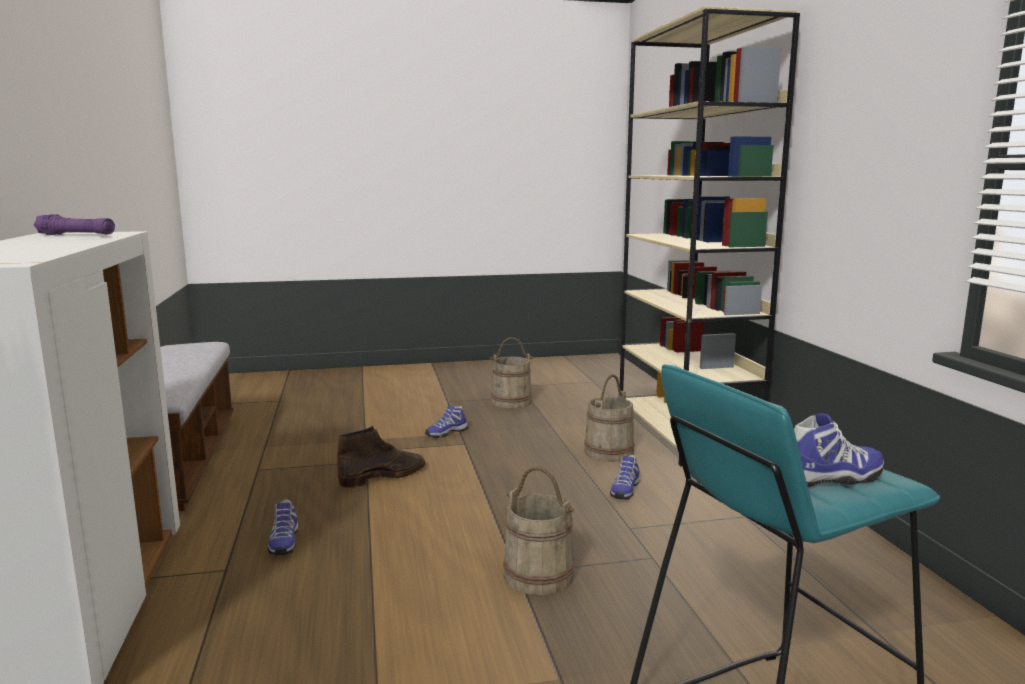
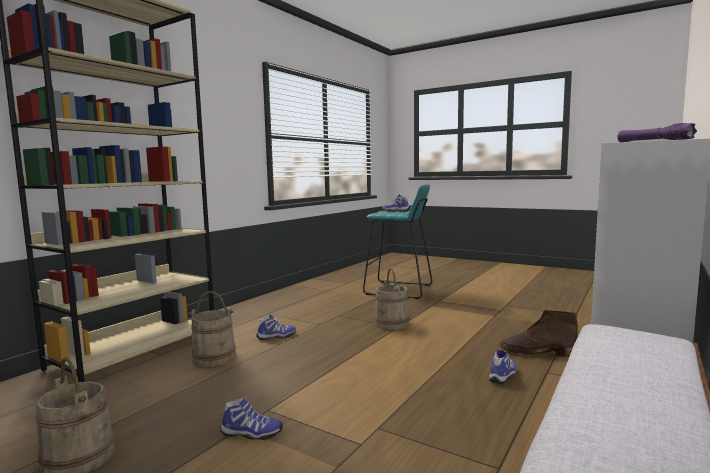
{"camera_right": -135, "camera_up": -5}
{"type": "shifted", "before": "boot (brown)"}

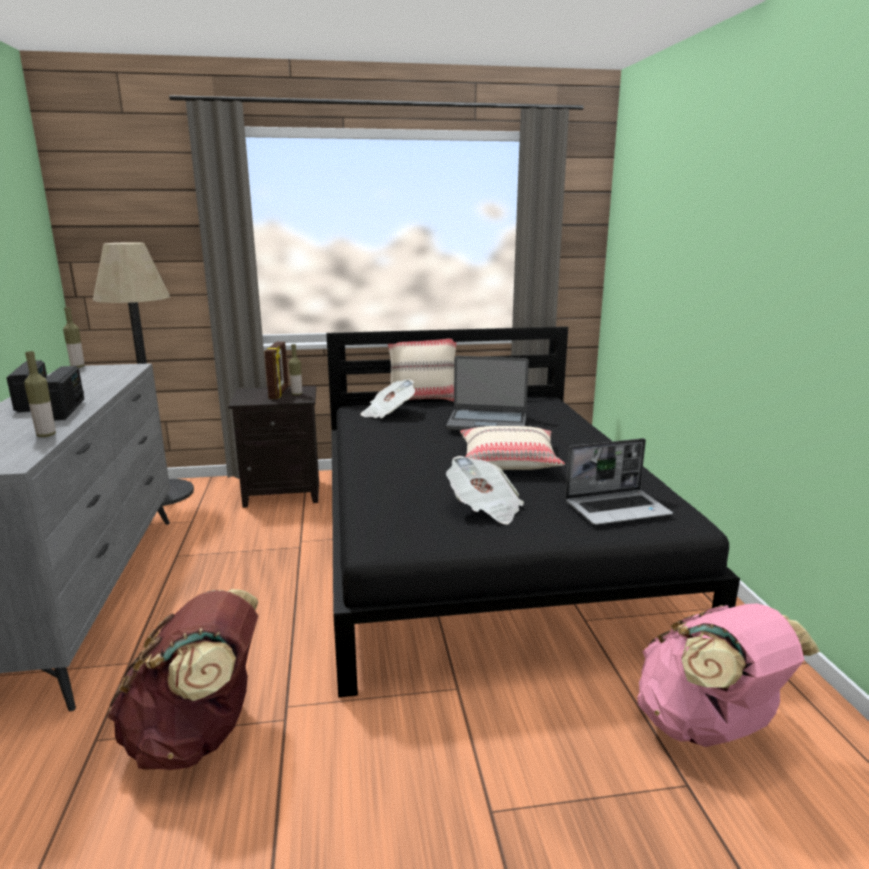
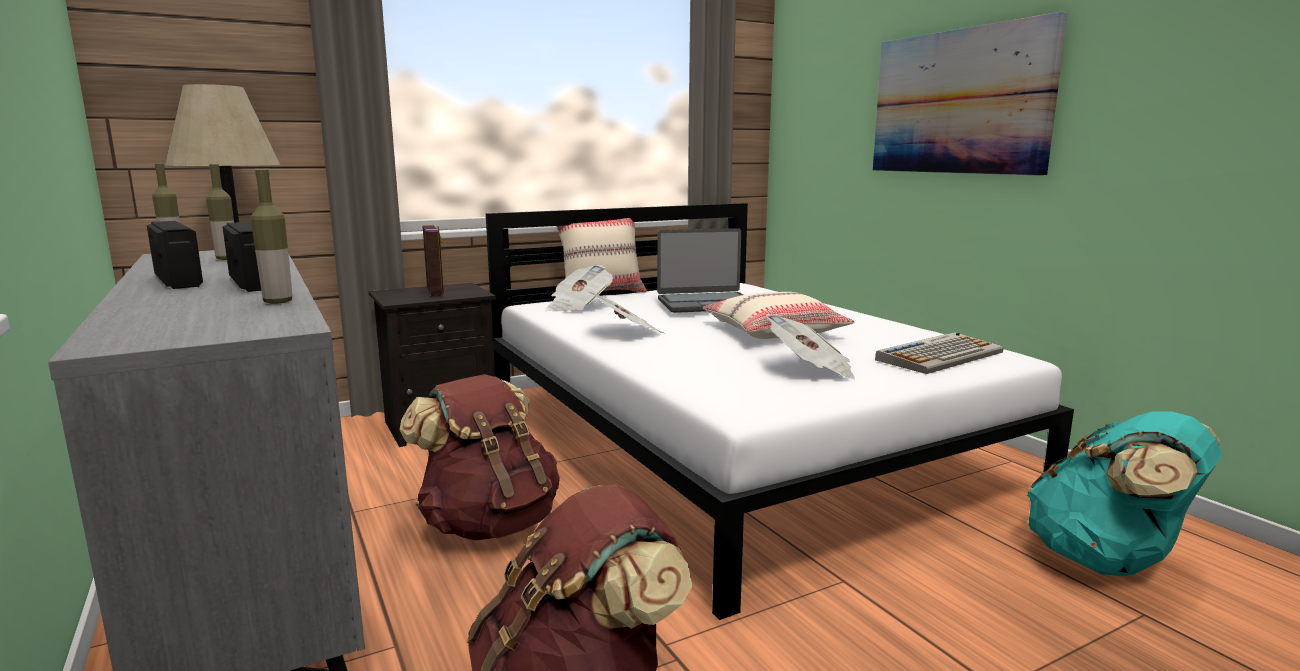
{"camera_right": -20, "camera_up": -5}
{"type": "repainted", "before": "bed (black)", "after": "bed (white)"}
{"type": "shifted", "before": "bottle (no. 3 from left in the first image)", "after": "bottle (no. 2 from left)"}
{"type": "swapped", "before": "laptop (no. 2 from left)", "after": "keyboard"}
{"type": "repainted", "before": "backpack (pink)", "after": "backpack (turquoise)"}
{"type": "new", "after": "picture"}
{"type": "new", "after": "newspaper (no. 2 from left)"}
{"type": "new", "after": "backpack (brown) (no. 1 from left)"}

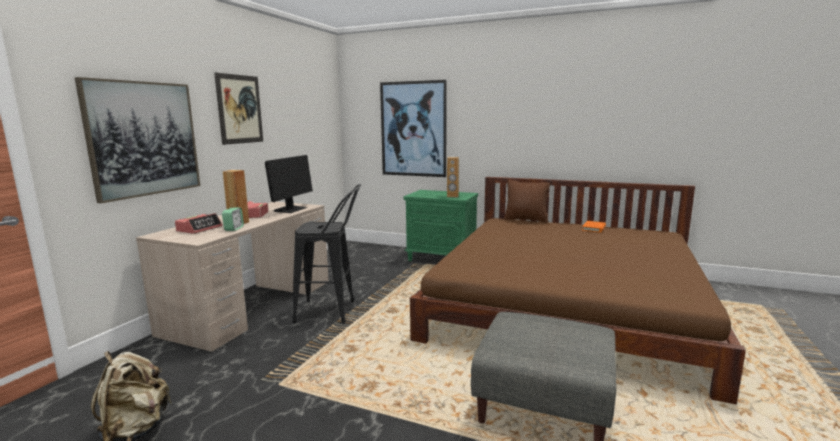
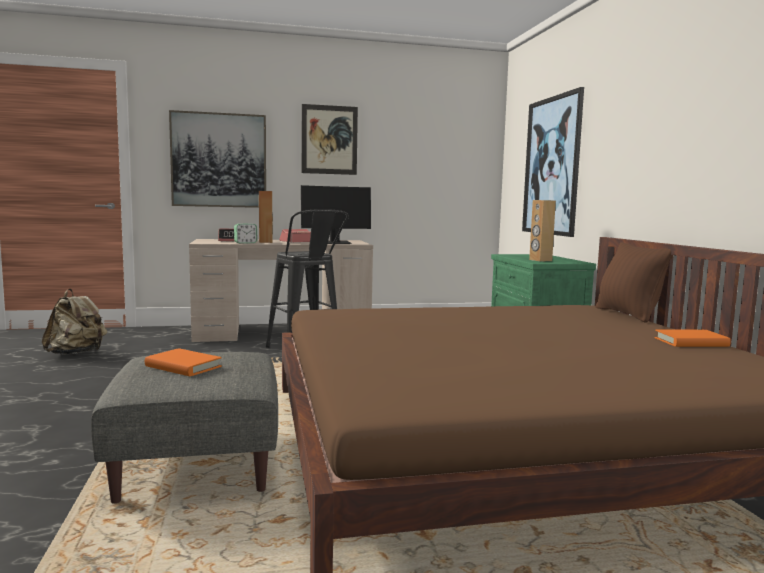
{"camera_right": 55, "camera_up": -5}
{"type": "new", "after": "book (orange) (no. 1 from left)"}

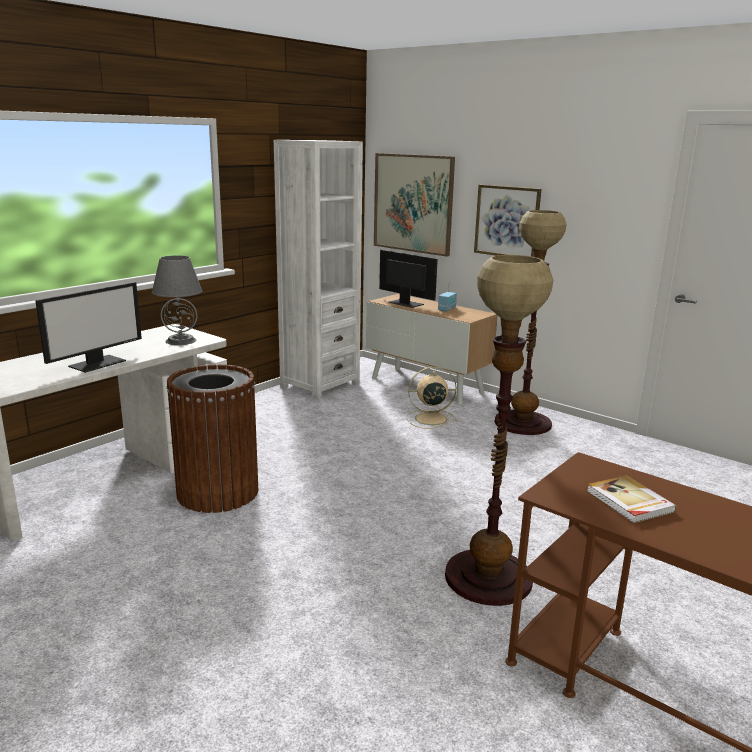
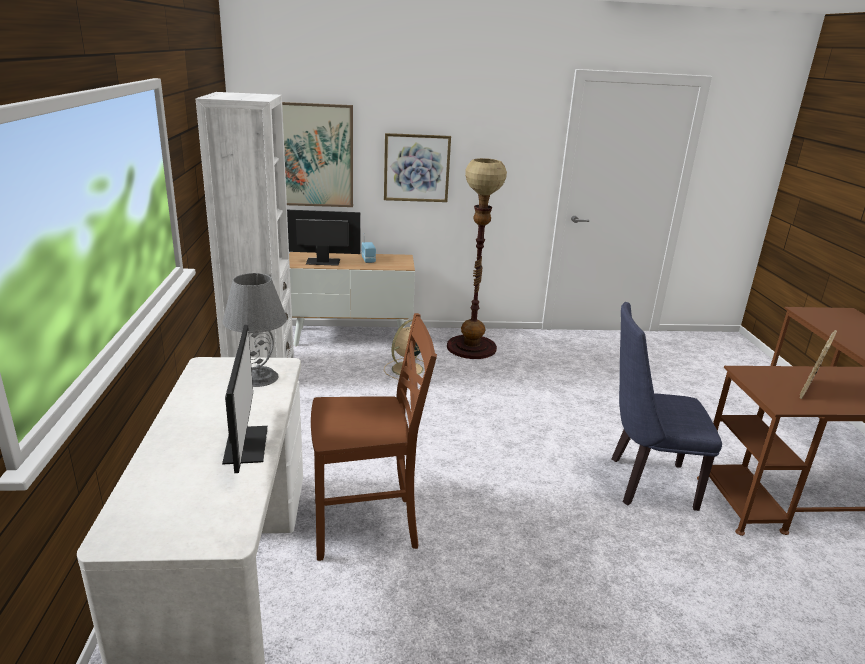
{"camera_right": -45, "camera_up": 5}
{"type": "swapped", "before": "floor lamp (no. 1 from left)", "after": "chair (blue)"}
{"type": "swapped", "before": "trash can (brown)", "after": "chair (brown)"}
{"type": "swapped", "before": "book", "after": "picture frame"}

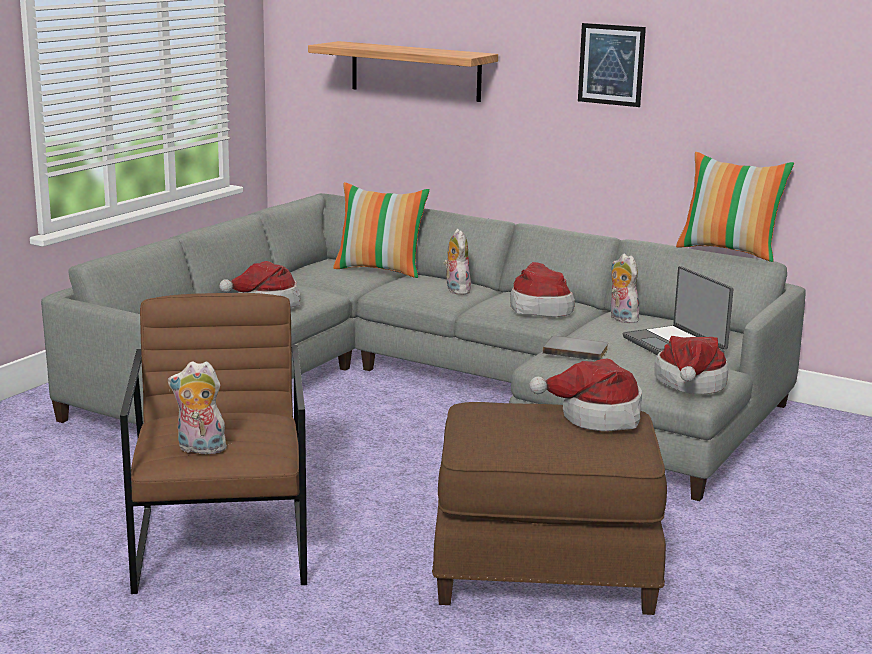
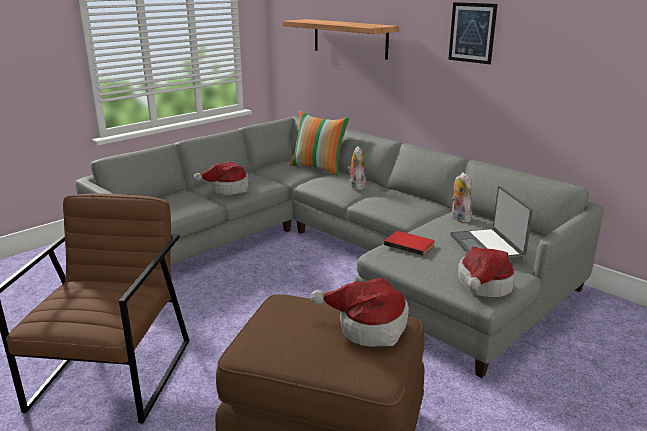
{"camera_right": 15, "camera_up": 5}
{"type": "gone", "before": "pillow (no. 2 from left)"}
{"type": "gone", "before": "hat (no. 2 from left)"}
{"type": "repainted", "before": "book (grey)", "after": "book (red)"}
{"type": "gone", "before": "plush toy (no. 1 from left)"}

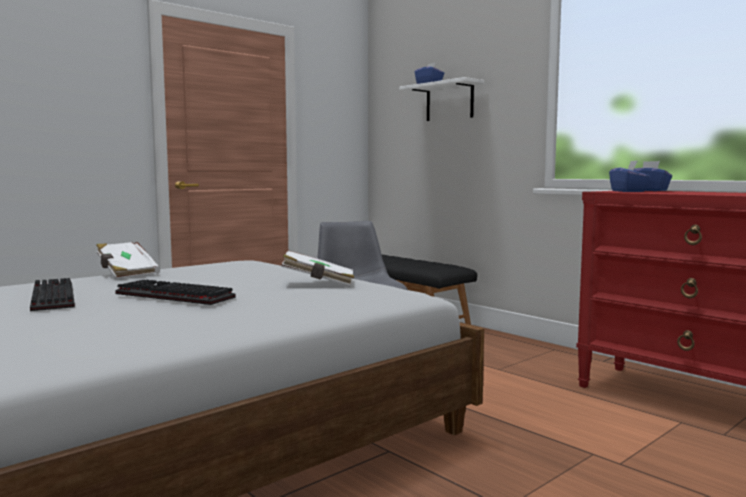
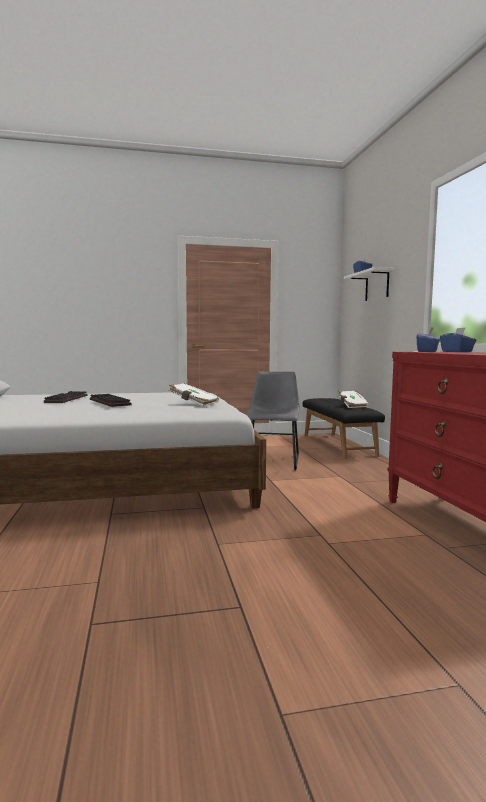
{"camera_right": 30, "camera_up": 0}
{"type": "shifted", "before": "book (white) (no. 1 from left in the first image)", "after": "book (white) (no. 2 from left)"}

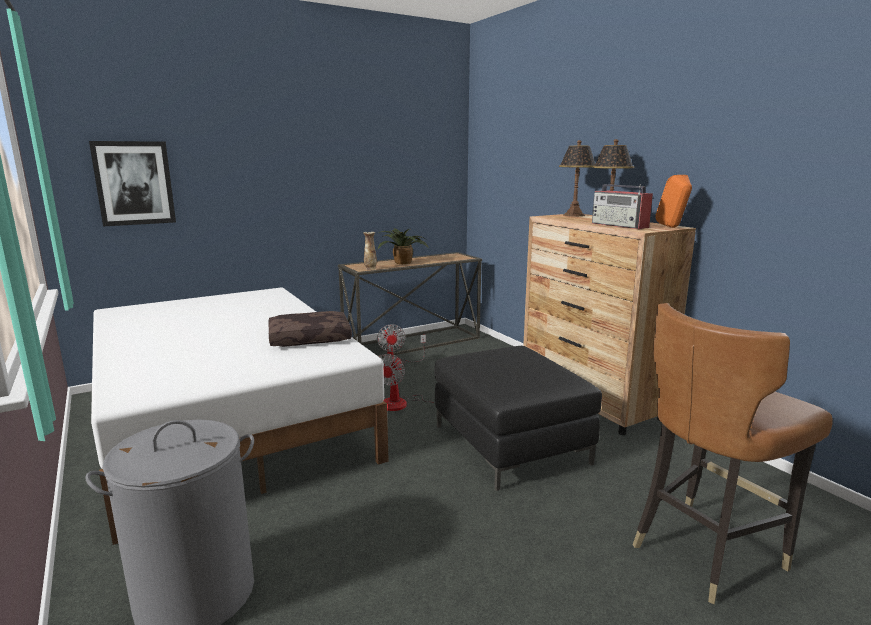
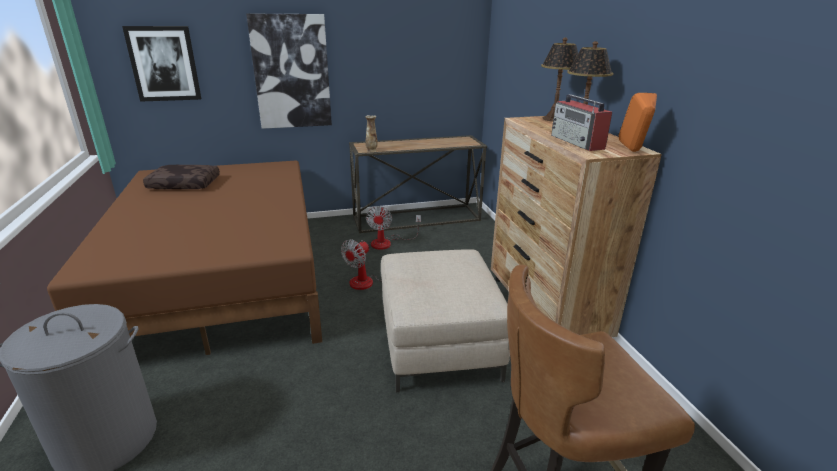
{"camera_right": 15, "camera_up": 10}
{"type": "gone", "before": "potted plant"}
{"type": "repainted", "before": "bed (white)", "after": "bed (brown)"}
{"type": "shifted", "before": "pillow (brown)"}
{"type": "repainted", "before": "ottoman (black)", "after": "ottoman (beige)"}
{"type": "new", "after": "picture (no. 2 from left)"}

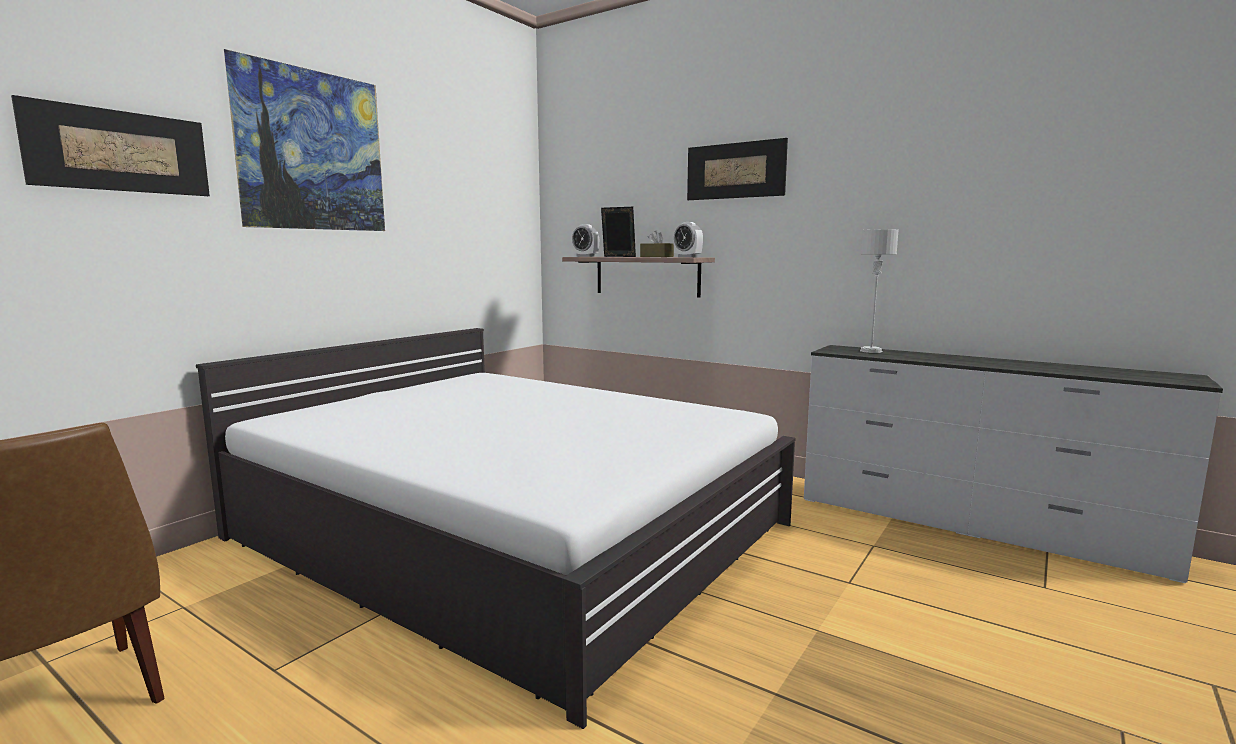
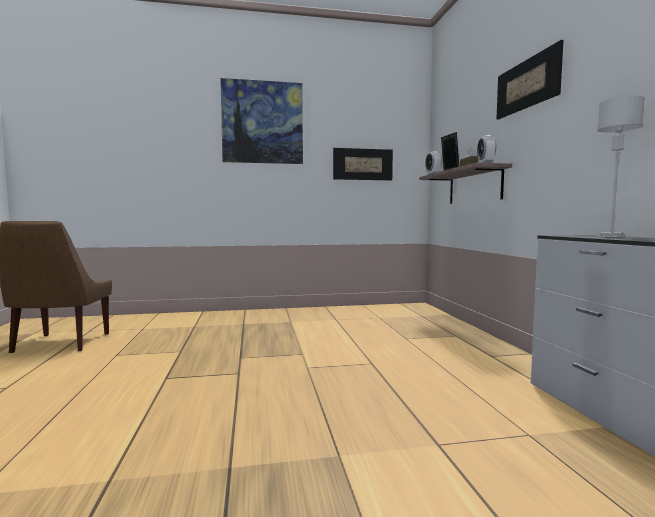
{"camera_right": 45, "camera_up": -5}
{"type": "shifted", "before": "picture (no. 1 from left in the first image)", "after": "picture (no. 2 from left)"}
{"type": "gone", "before": "bed (white)"}

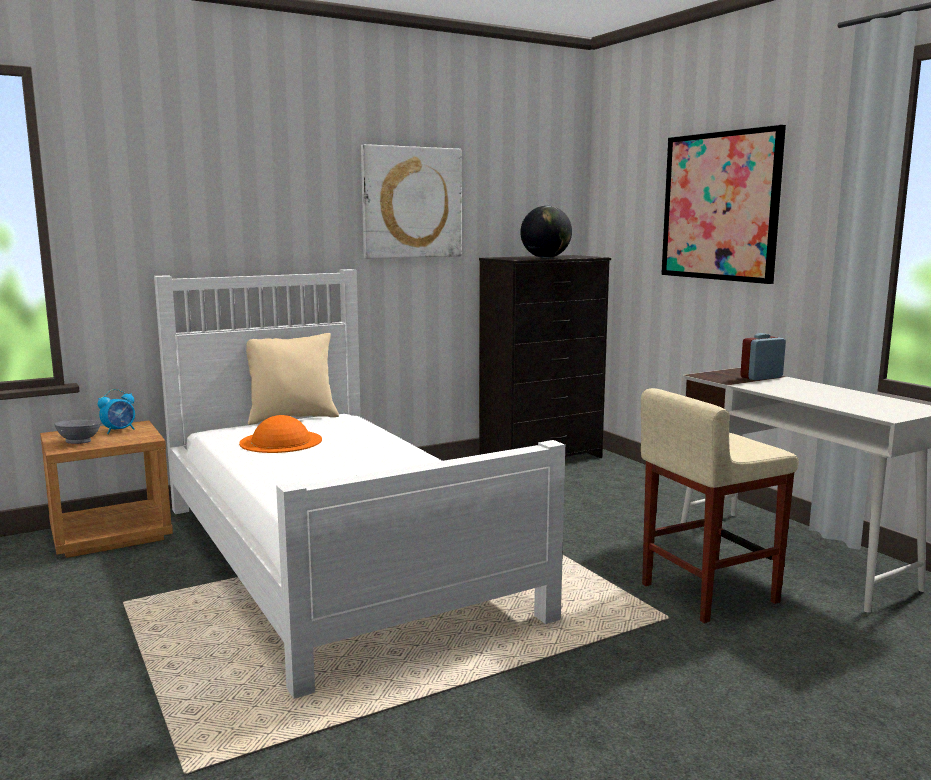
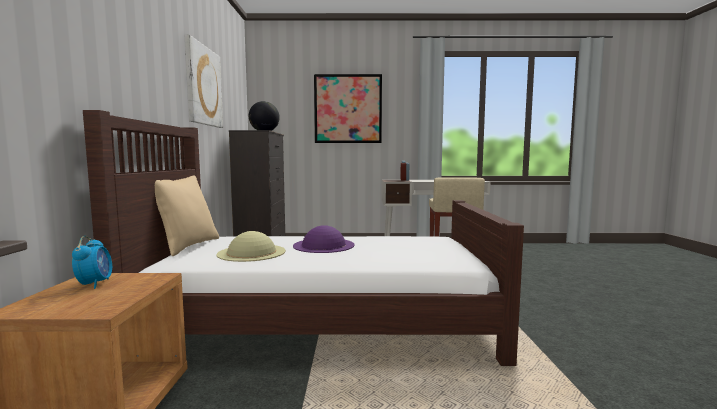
{"camera_right": -60, "camera_up": -5}
{"type": "repainted", "before": "bed (white)", "after": "bed (brown)"}
{"type": "repainted", "before": "hat (orange)", "after": "hat (beige)"}
{"type": "gone", "before": "bowl (grey)"}
{"type": "new", "after": "hat (purple)"}

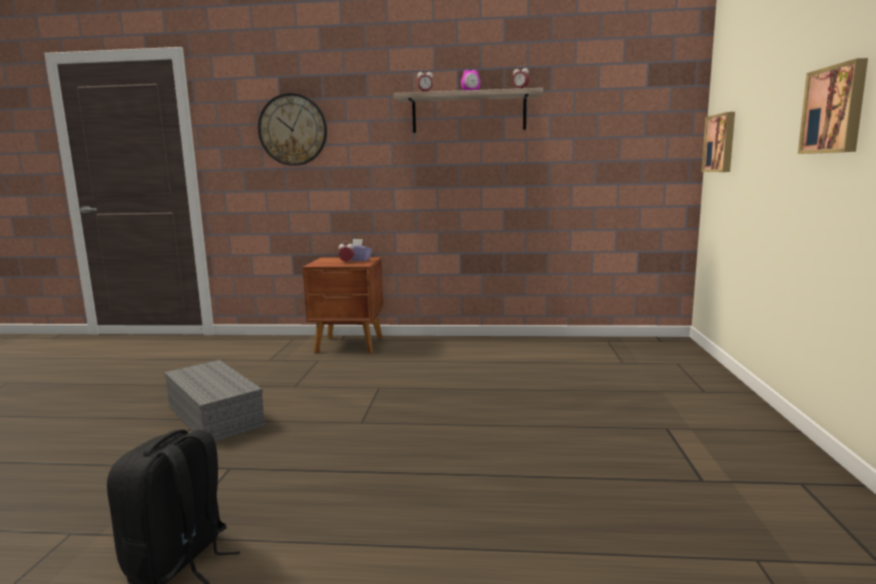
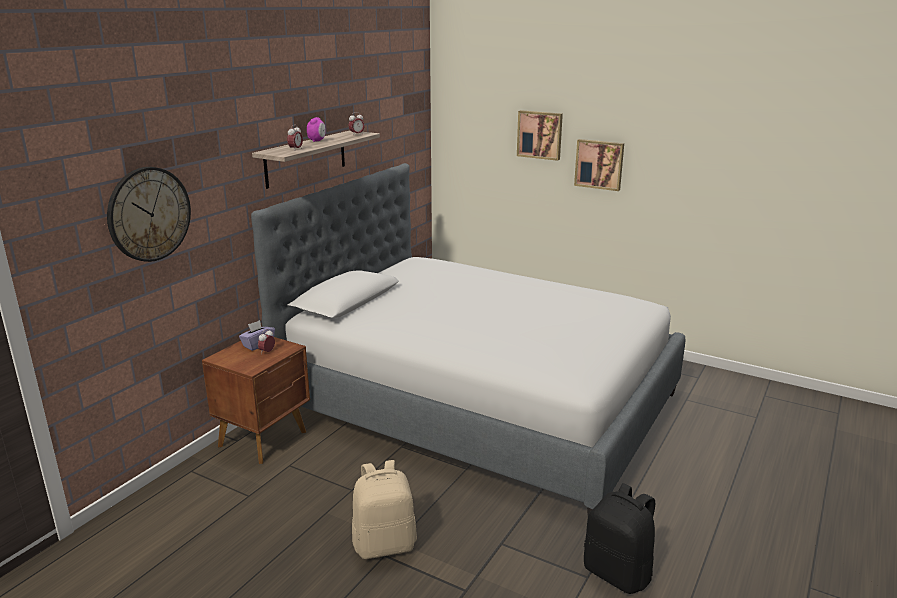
{"camera_right": -65, "camera_up": 10}
{"type": "shifted", "before": "picture (no. 1 from left)"}
{"type": "swapped", "before": "storage box (grey)", "after": "backpack (beige)"}
{"type": "new", "after": "bed"}

